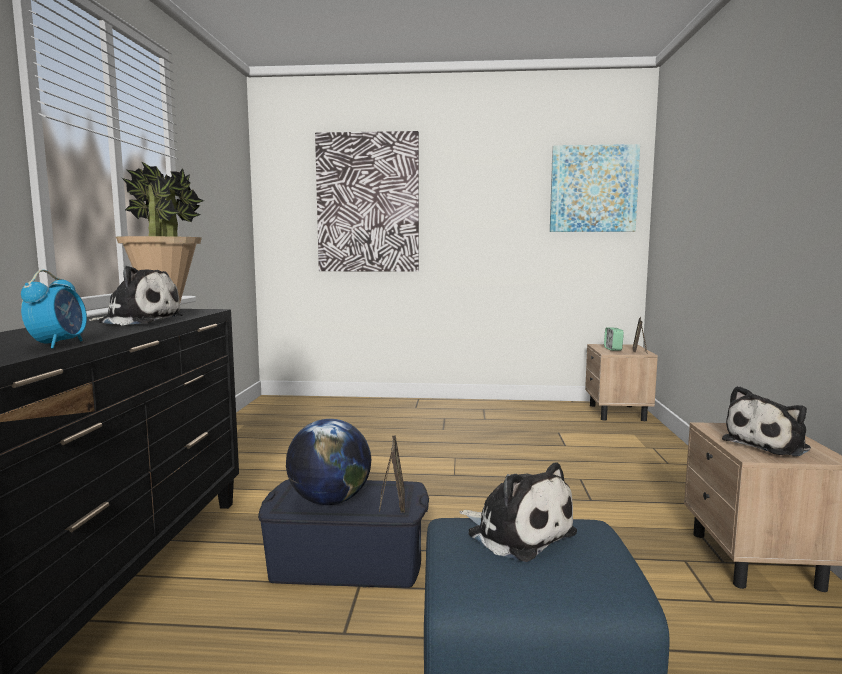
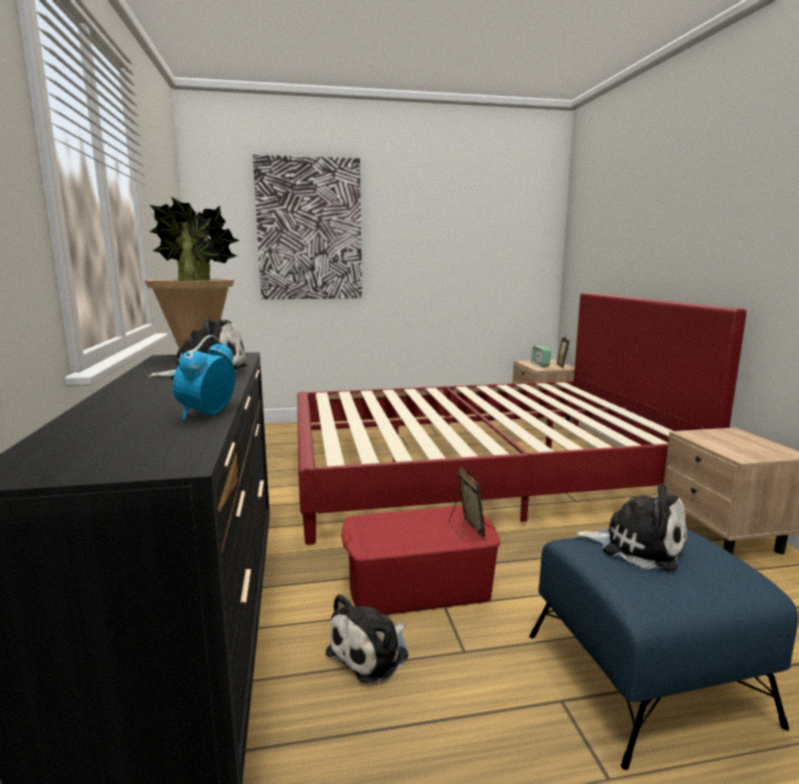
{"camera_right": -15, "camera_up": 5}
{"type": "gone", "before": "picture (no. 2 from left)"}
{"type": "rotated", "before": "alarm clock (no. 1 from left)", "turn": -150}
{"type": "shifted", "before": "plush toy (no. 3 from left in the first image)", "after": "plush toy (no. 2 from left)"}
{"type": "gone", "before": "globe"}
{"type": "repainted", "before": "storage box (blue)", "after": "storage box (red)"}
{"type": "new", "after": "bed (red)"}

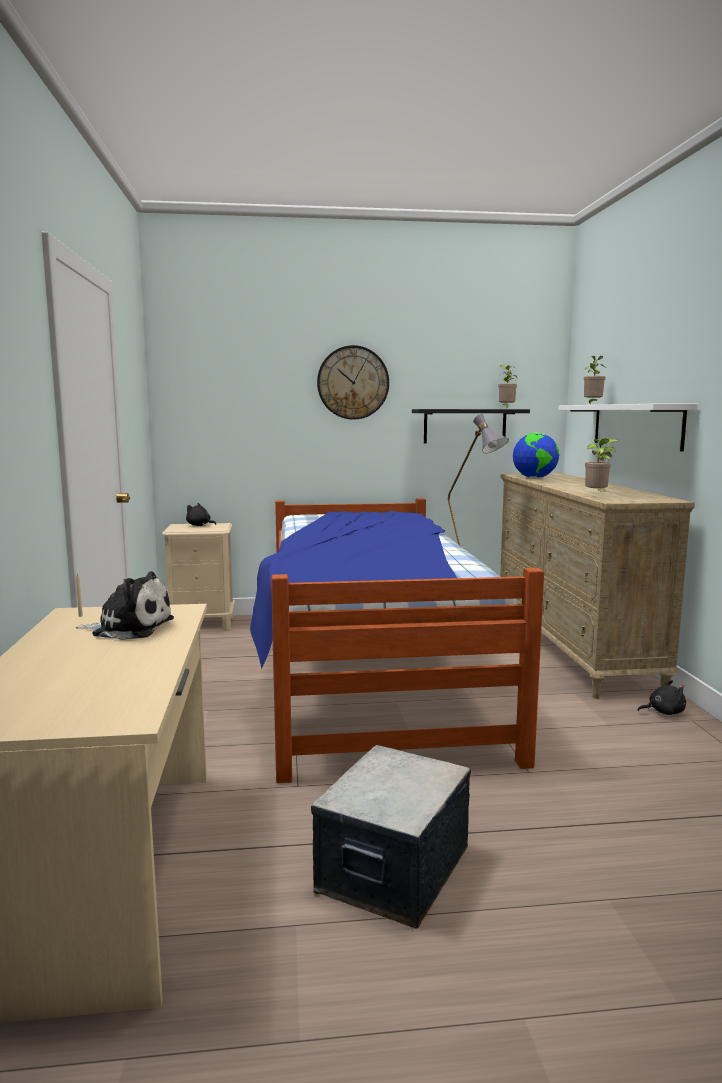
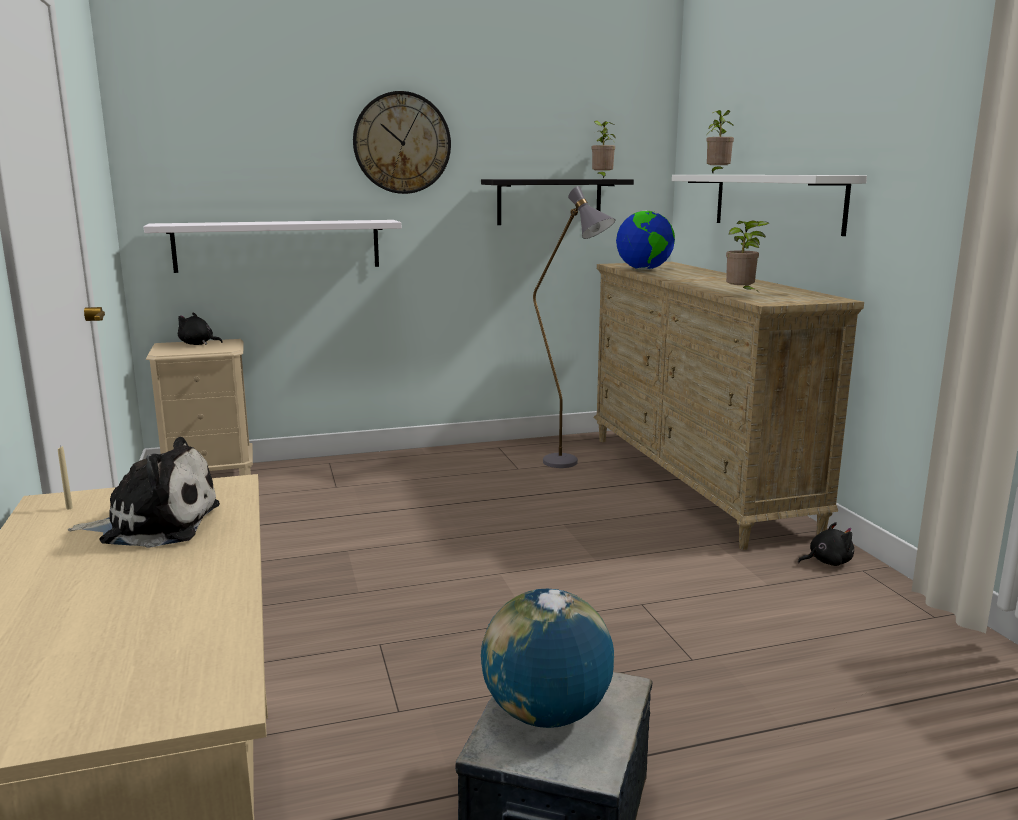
{"camera_right": -10, "camera_up": 5}
{"type": "gone", "before": "bed"}
{"type": "new", "after": "shelf (white) (no. 1 from left)"}
{"type": "new", "after": "globe (no. 1 from left)"}

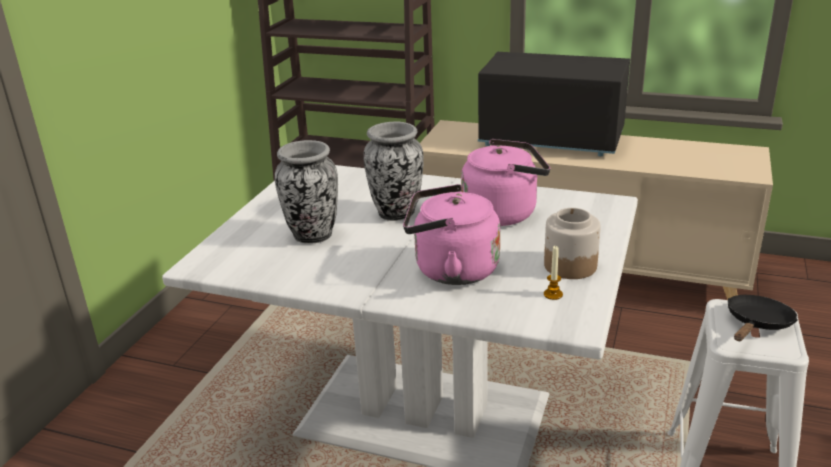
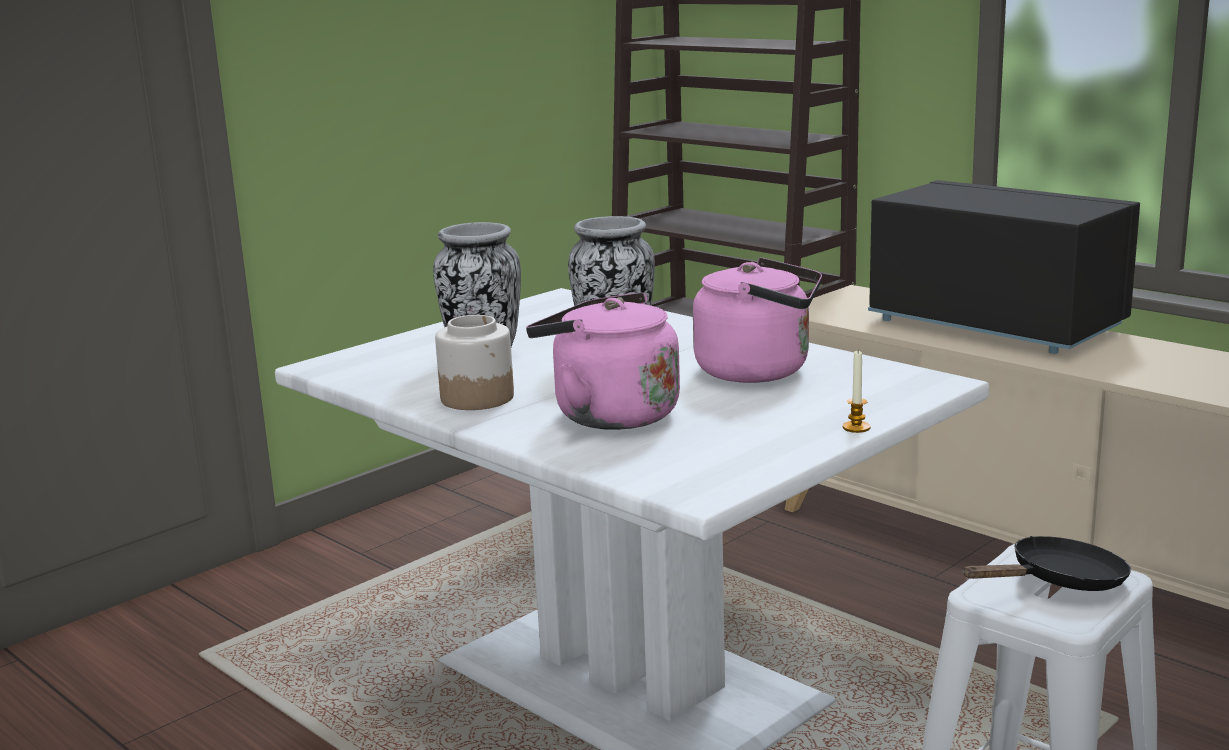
{"camera_right": 25, "camera_up": -10}
{"type": "shifted", "before": "jar"}
{"type": "shifted", "before": "candle"}

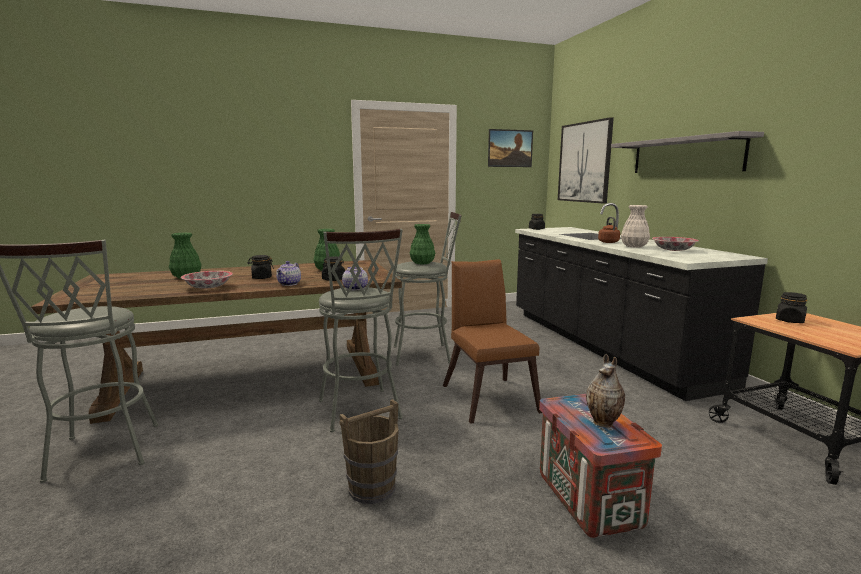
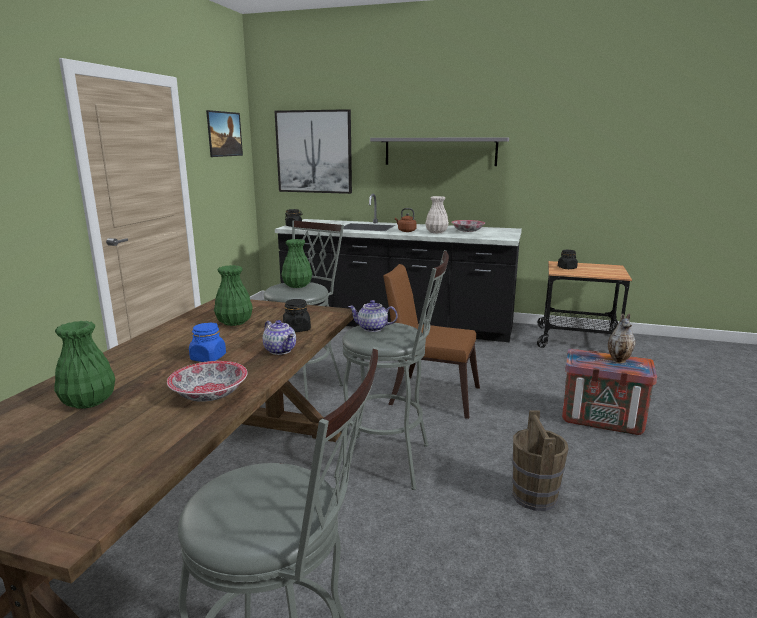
{"camera_right": -55, "camera_up": 5}
{"type": "repainted", "before": "jar (black) (no. 1 from left)", "after": "jar (blue)"}

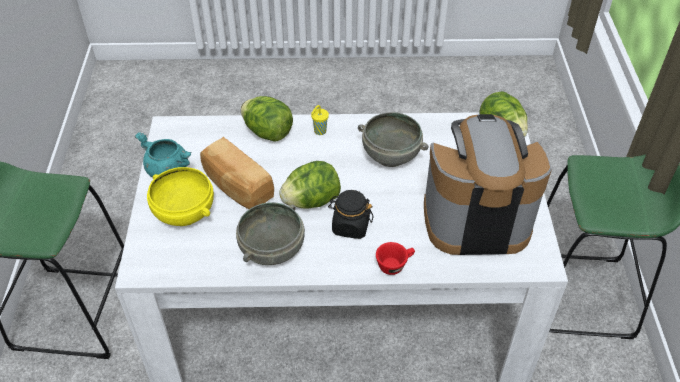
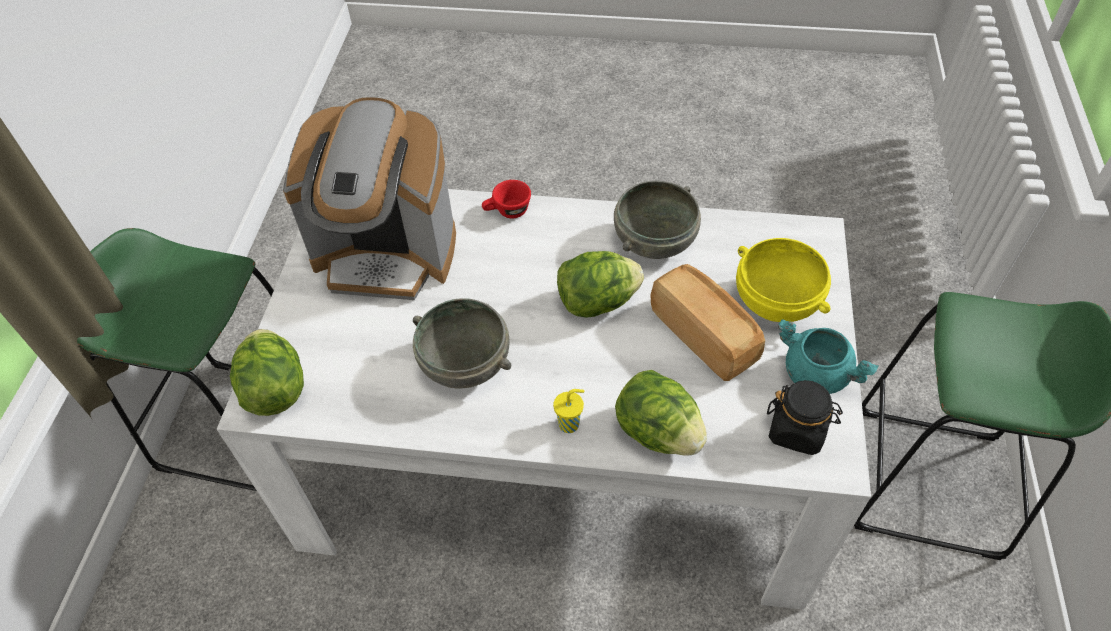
{"camera_right": -170, "camera_up": 5}
{"type": "shifted", "before": "jar (black)"}

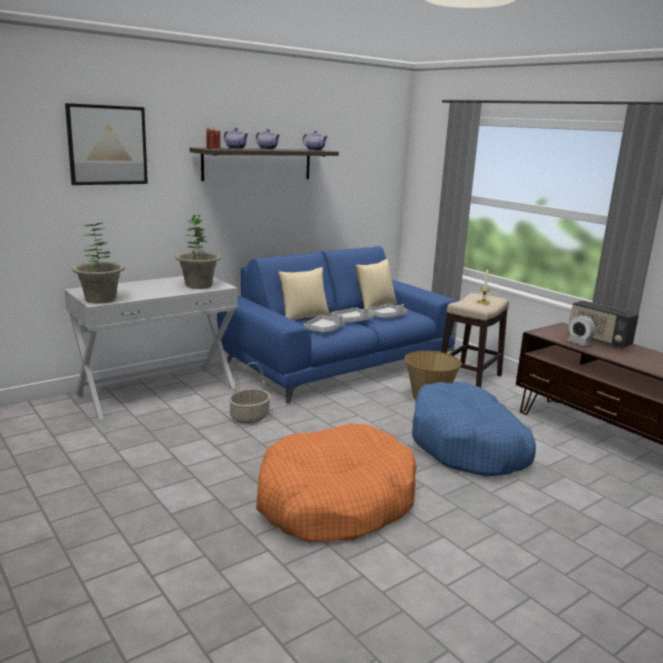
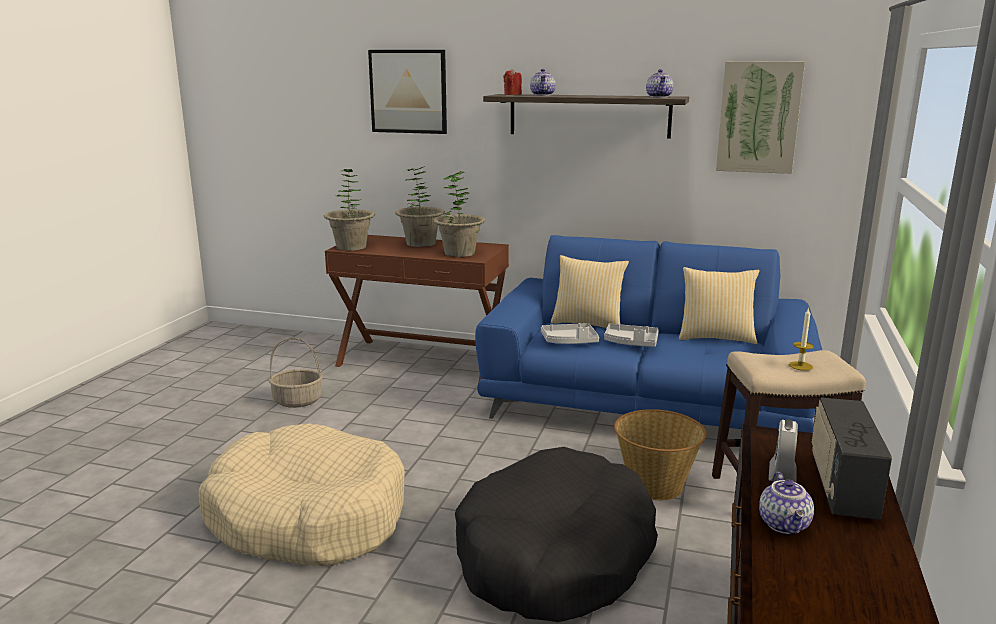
{"camera_right": 55, "camera_up": 0}
{"type": "shifted", "before": "teapot (no. 2 from left in the first image)", "after": "teapot (no. 3 from left)"}
{"type": "repainted", "before": "console table (white)", "after": "console table (brown)"}
{"type": "gone", "before": "tray (grey) (no. 3 from left)"}
{"type": "shifted", "before": "basket (no. 1 from left)"}
{"type": "repainted", "before": "dog bed (blue)", "after": "dog bed (black)"}
{"type": "repainted", "before": "dog bed (orange)", "after": "dog bed (beige)"}
{"type": "new", "after": "picture (no. 2 from left)"}
{"type": "new", "after": "potted plant (no. 2 from left)"}

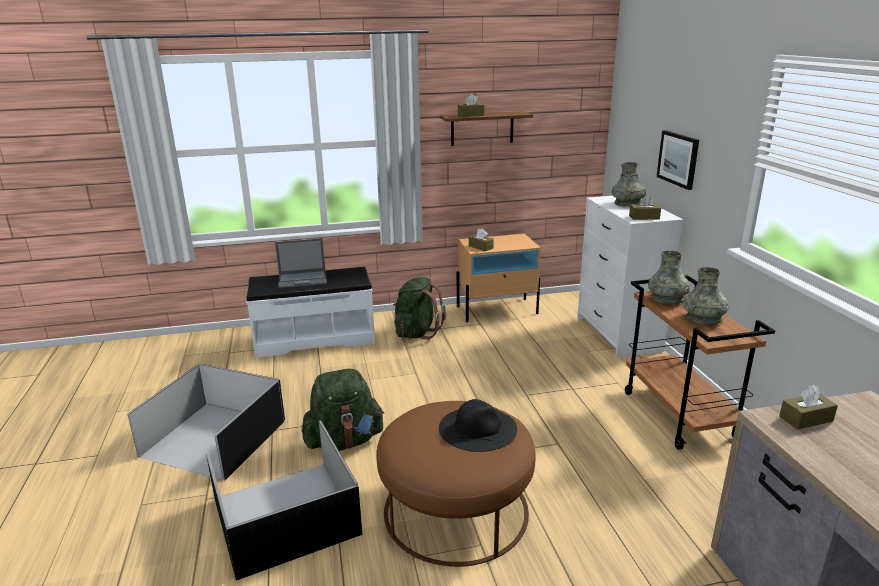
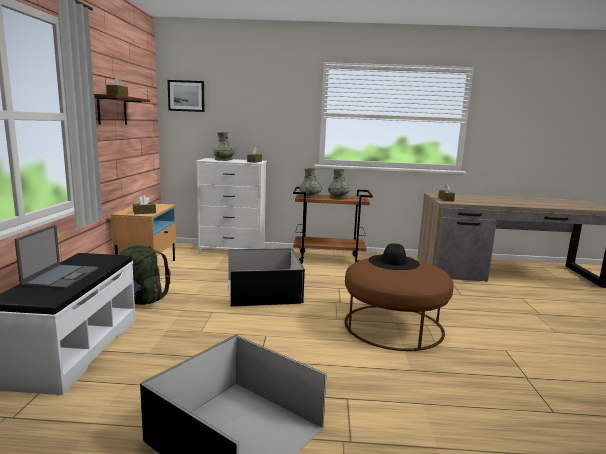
{"camera_right": -75, "camera_up": -10}
{"type": "shifted", "before": "picture"}
{"type": "gone", "before": "backpack (green) (no. 1 from left)"}
{"type": "shifted", "before": "storage box (black) (no. 2 from left)"}

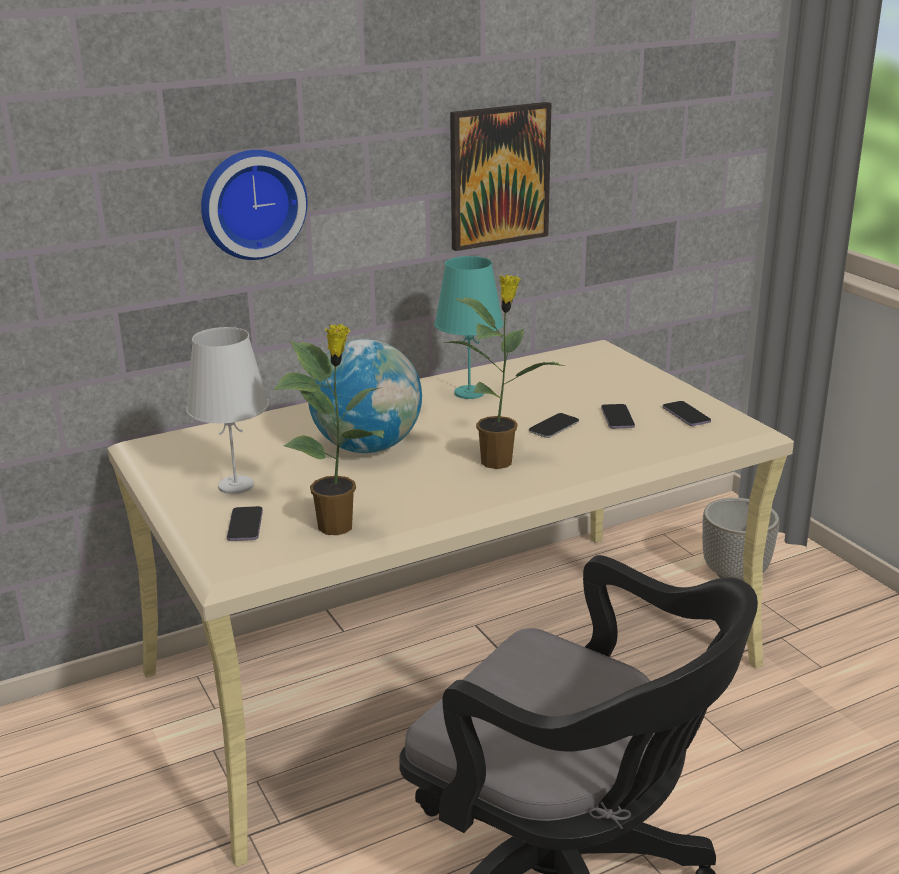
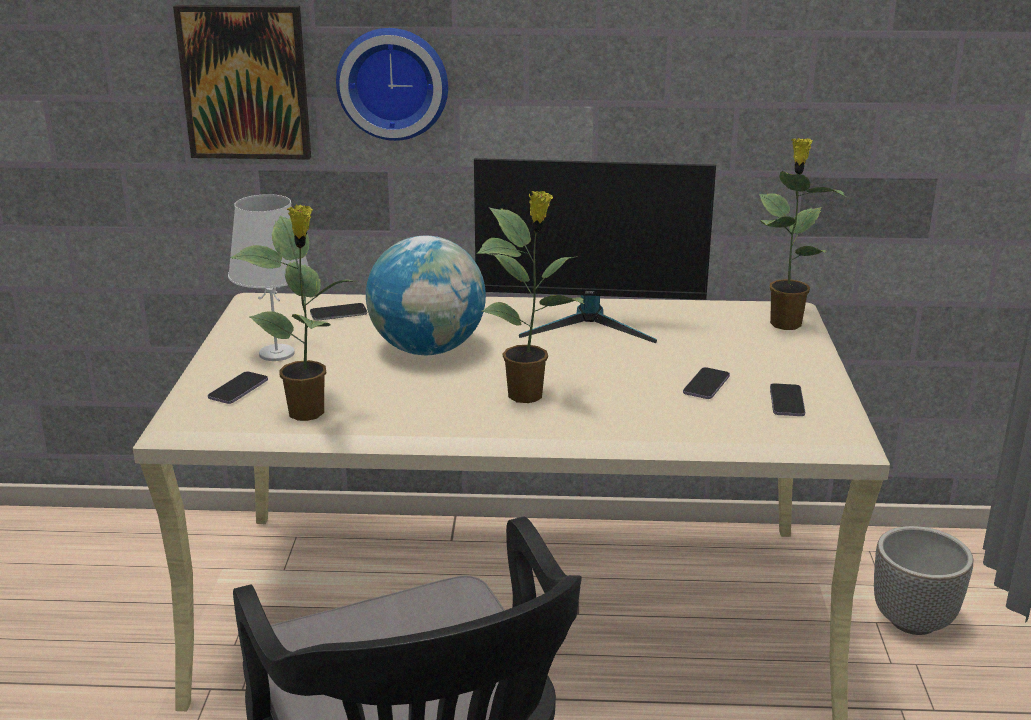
{"camera_right": 30, "camera_up": 0}
{"type": "shifted", "before": "picture"}
{"type": "swapped", "before": "table lamp (turquoise)", "after": "monitor"}
{"type": "shifted", "before": "phone (no. 2 from left)"}
{"type": "new", "after": "potted plant (no. 3 from left)"}

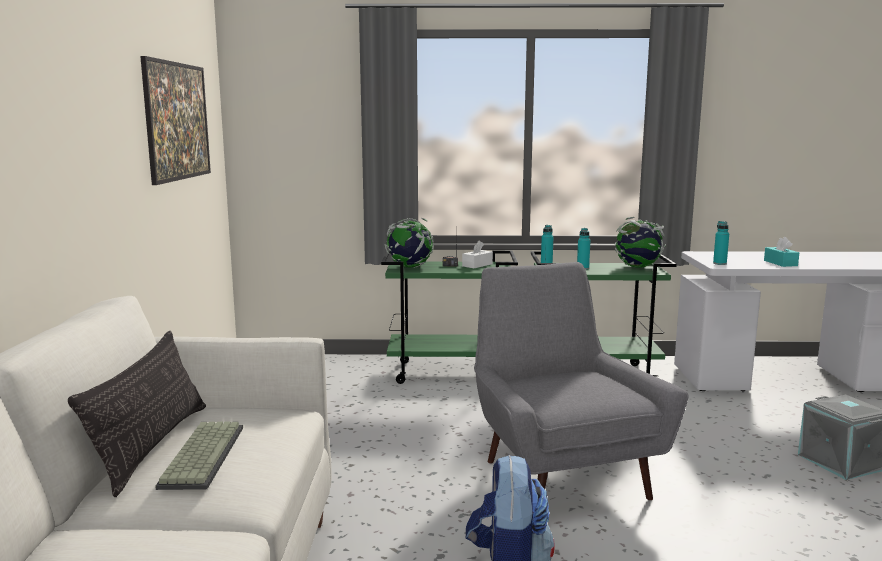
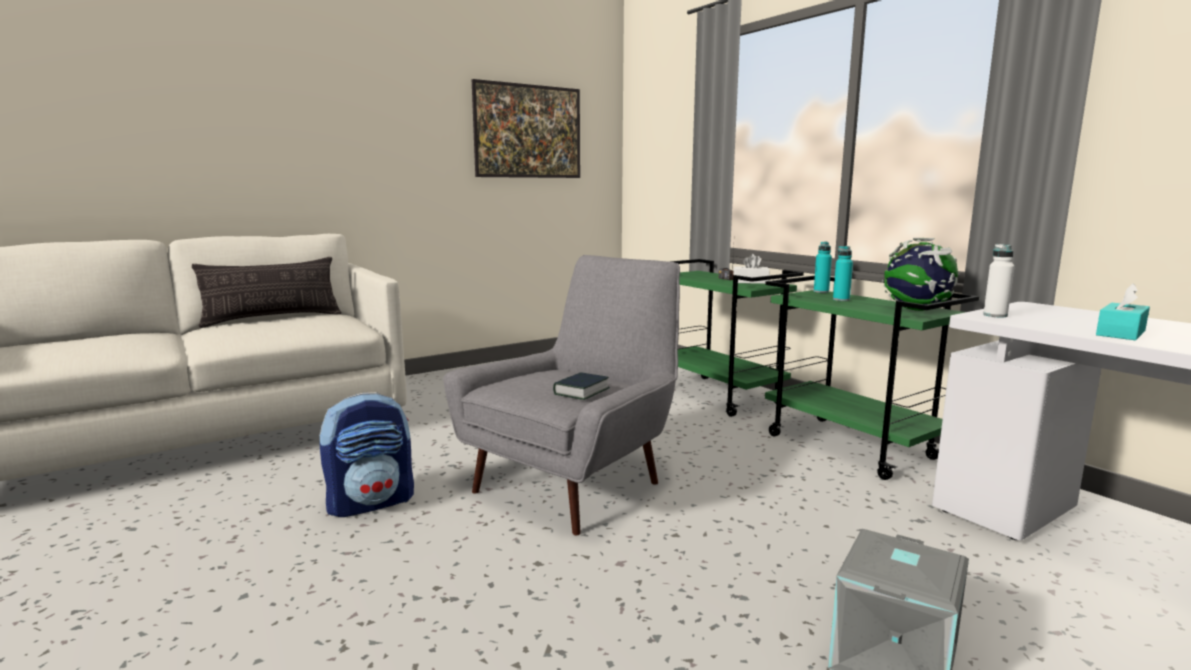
{"camera_right": 55, "camera_up": 0}
{"type": "gone", "before": "globe (no. 1 from left)"}
{"type": "repainted", "before": "bottle (turquoise) (no. 3 from left)", "after": "bottle (white)"}
{"type": "gone", "before": "keyboard"}
{"type": "new", "after": "book"}

